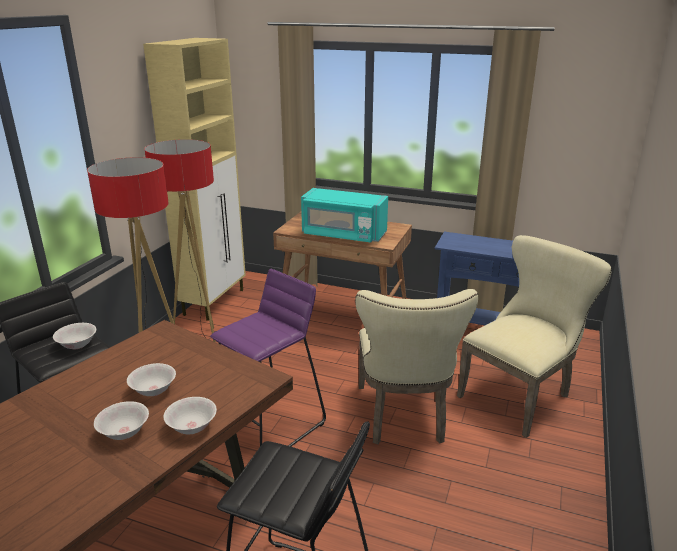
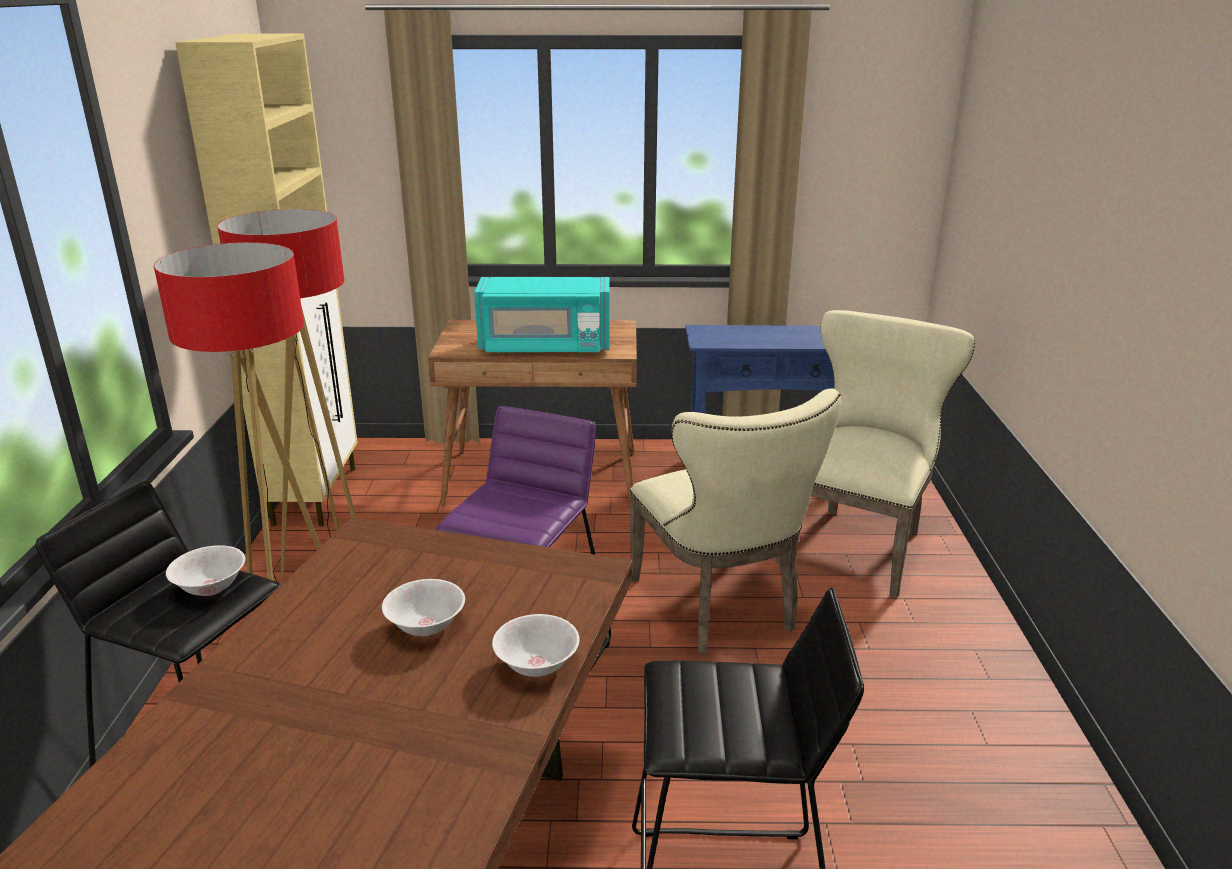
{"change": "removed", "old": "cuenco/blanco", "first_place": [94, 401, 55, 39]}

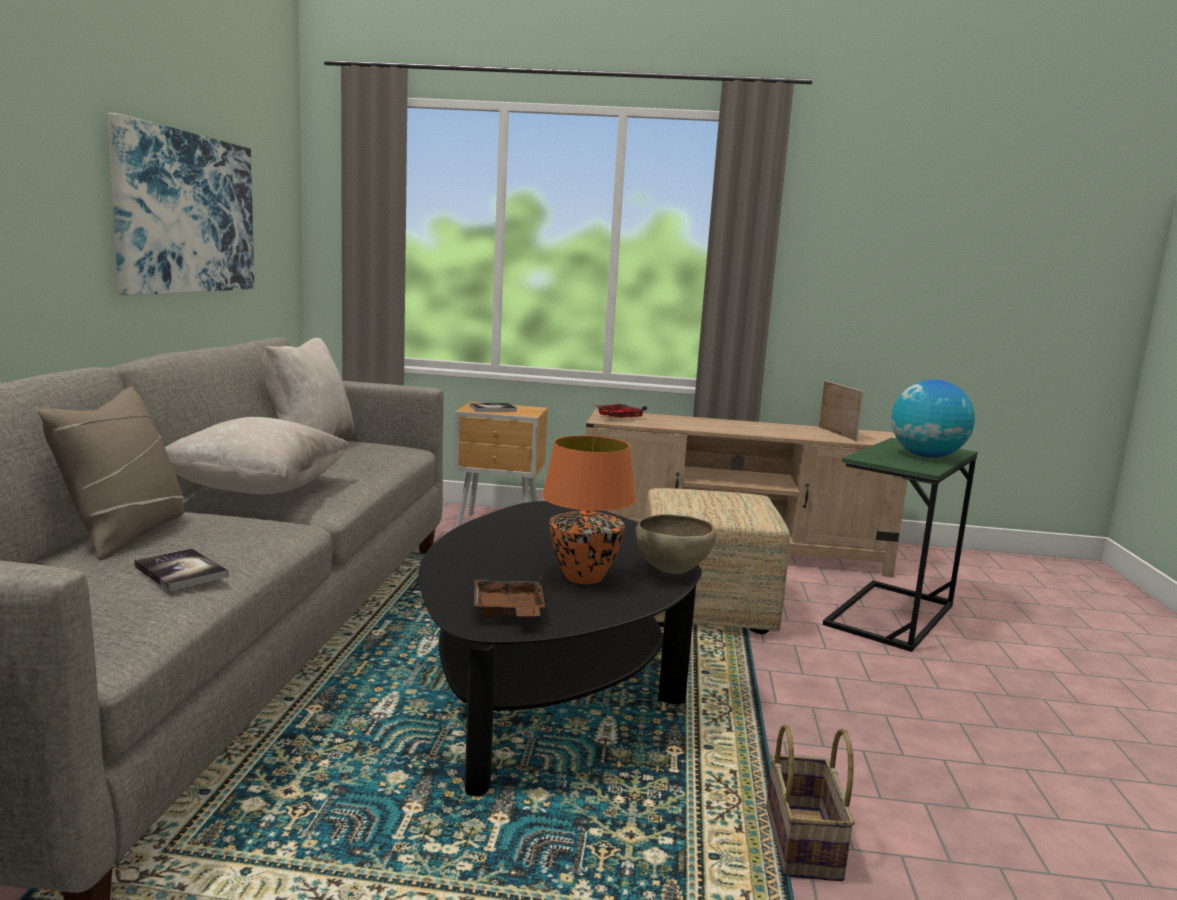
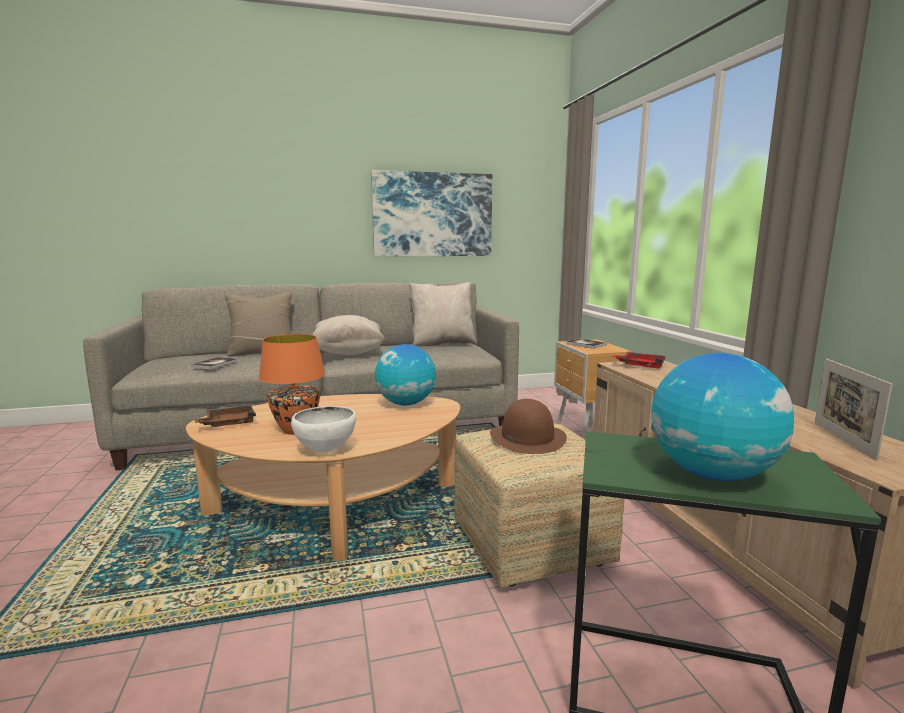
{"change": "removed", "old": "cesta", "first_place": [766, 724, 89, 157]}
{"change": "added", "new": "globo terráqueo", "second_place": [375, 344, 61, 61]}
{"change": "added", "new": "sombrero/marrón", "second_place": [490, 399, 77, 55]}
{"change": "recoloured", "old": "mesa de centro/negro", "new": "mesa de centro/beis", "first_place": [418, 501, 284, 296], "second_place": [186, 394, 274, 167]}
{"change": "recoloured", "old": "cuenco/marrón", "new": "cuenco/blanco", "first_place": [635, 514, 81, 60], "second_place": [291, 406, 65, 47]}
{"change": "turned", "old": "portarretratos", "first_place": [819, 380, 45, 61], "second_place": [815, 359, 78, 101], "degrees": 135}

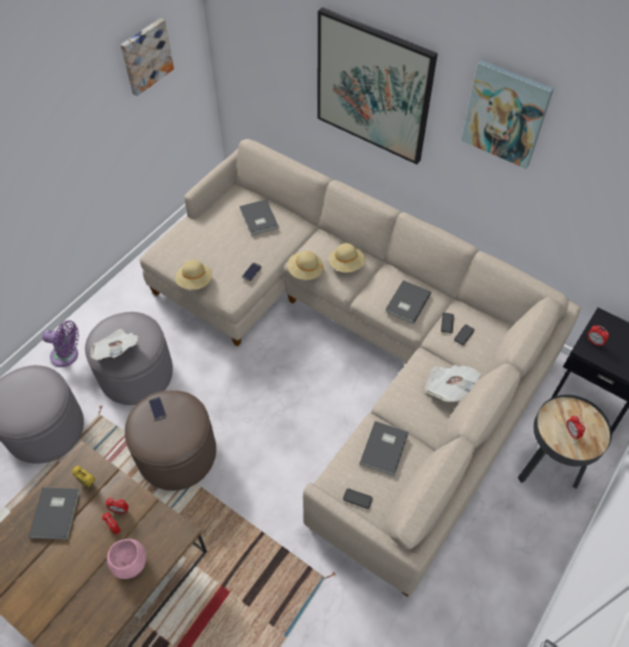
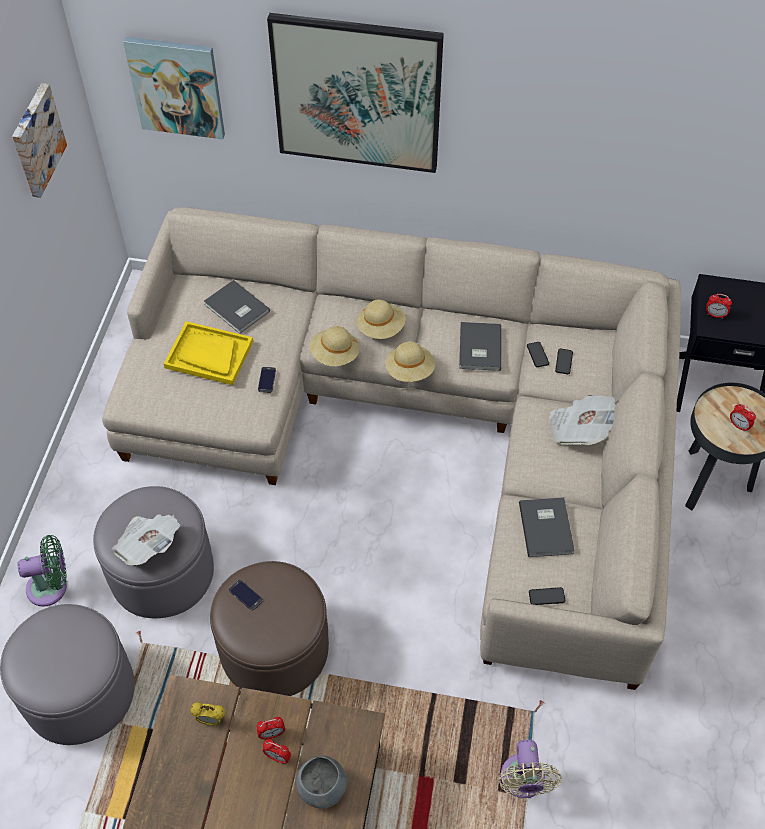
{"change": "removed", "old": "libro/gris", "first_place": [29, 487, 51, 53]}
{"change": "added", "new": "bandeja/amarillo", "second_place": [164, 321, 89, 64]}
{"change": "added", "new": "ventilador/beis", "second_place": [499, 740, 62, 58]}
{"change": "moved", "old": "sombrero/beis", "first_place": [175, 260, 37, 30], "second_place": [385, 341, 50, 41]}
{"change": "moved", "old": "cuadro", "first_place": [461, 60, 93, 109], "second_place": [123, 37, 102, 102]}
{"change": "recoloured", "old": "ventilador/morado", "new": "ventilador/verde", "first_place": [42, 321, 37, 46], "second_place": [18, 535, 49, 72]}
{"change": "recoloured", "old": "cuenco/rosa", "new": "cuenco/gris", "first_place": [107, 539, 39, 40], "second_place": [296, 756, 51, 53]}

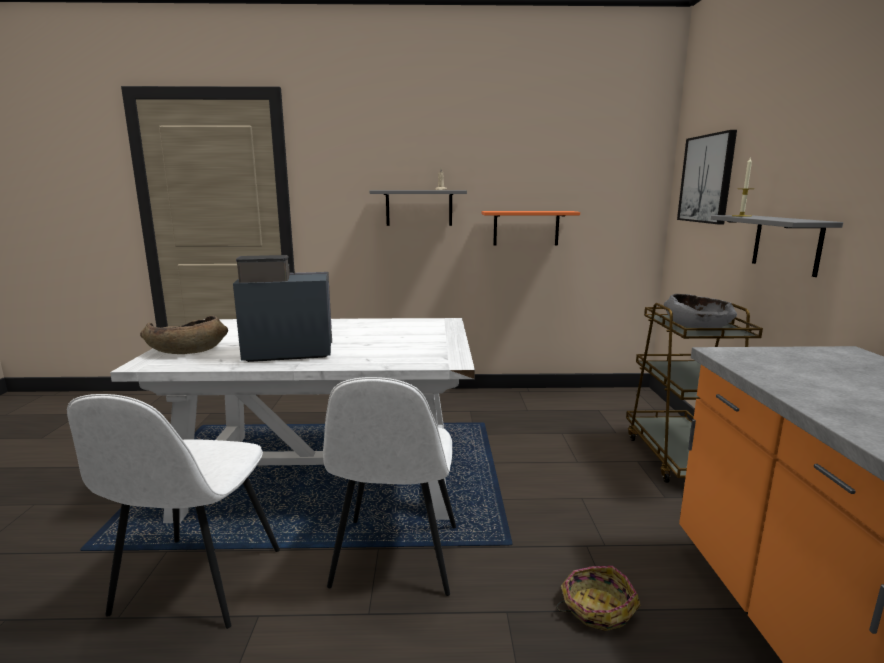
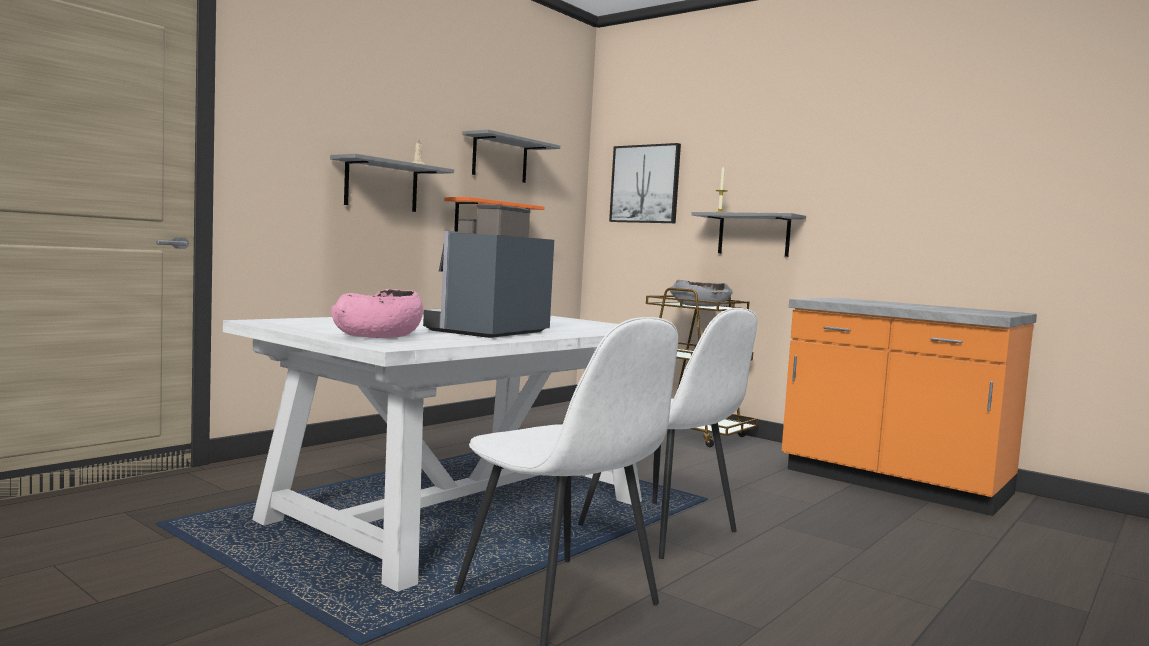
{"change": "removed", "old": "cesta", "first_place": [556, 566, 84, 65]}
{"change": "added", "new": "estante/gris", "second_place": [462, 129, 98, 54]}
{"change": "recoloured", "old": "cuenco/marrón", "new": "cuenco/rosa", "first_place": [140, 315, 88, 39], "second_place": [331, 289, 92, 49]}

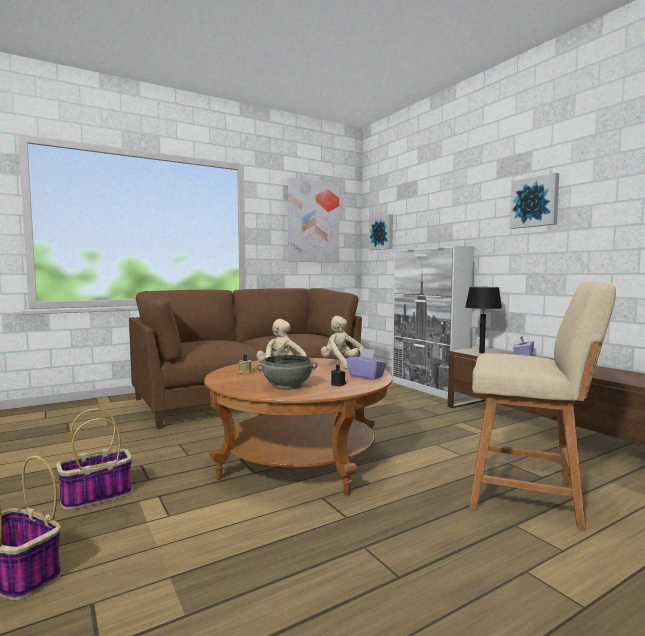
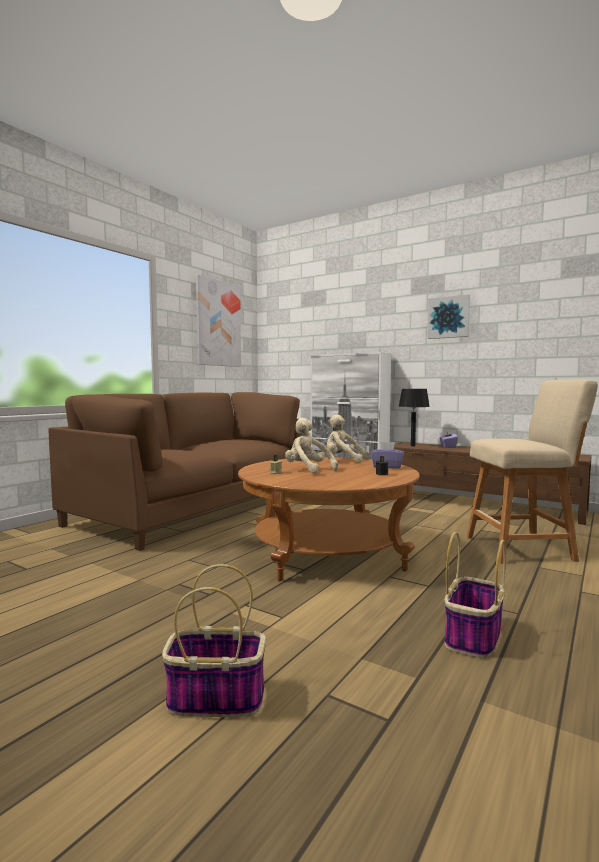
{"change": "removed", "old": "cuenco/gris", "first_place": [257, 355, 60, 35]}
{"change": "removed", "old": "cuadro", "first_place": [369, 214, 24, 36]}
{"change": "moved", "old": "cesta", "first_place": [56, 409, 76, 101], "second_place": [445, 532, 61, 126]}

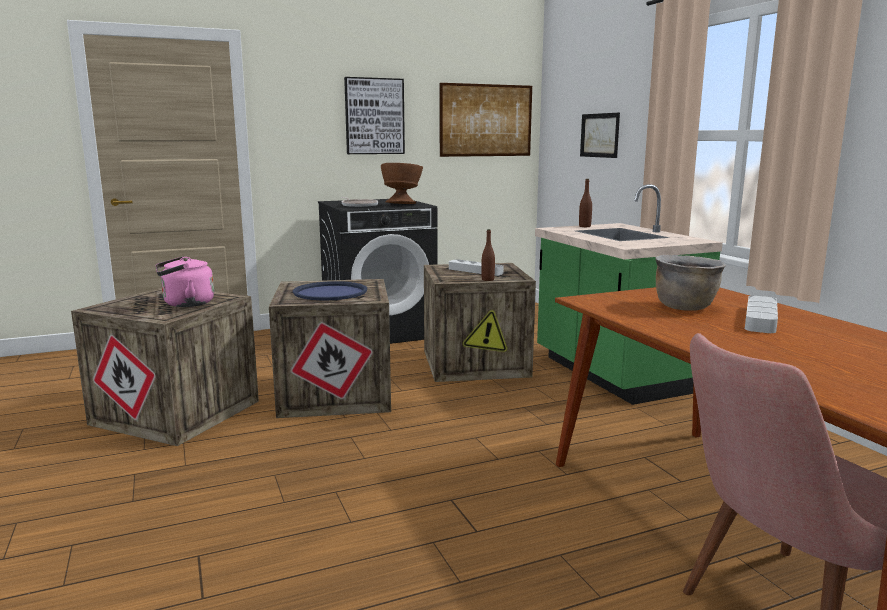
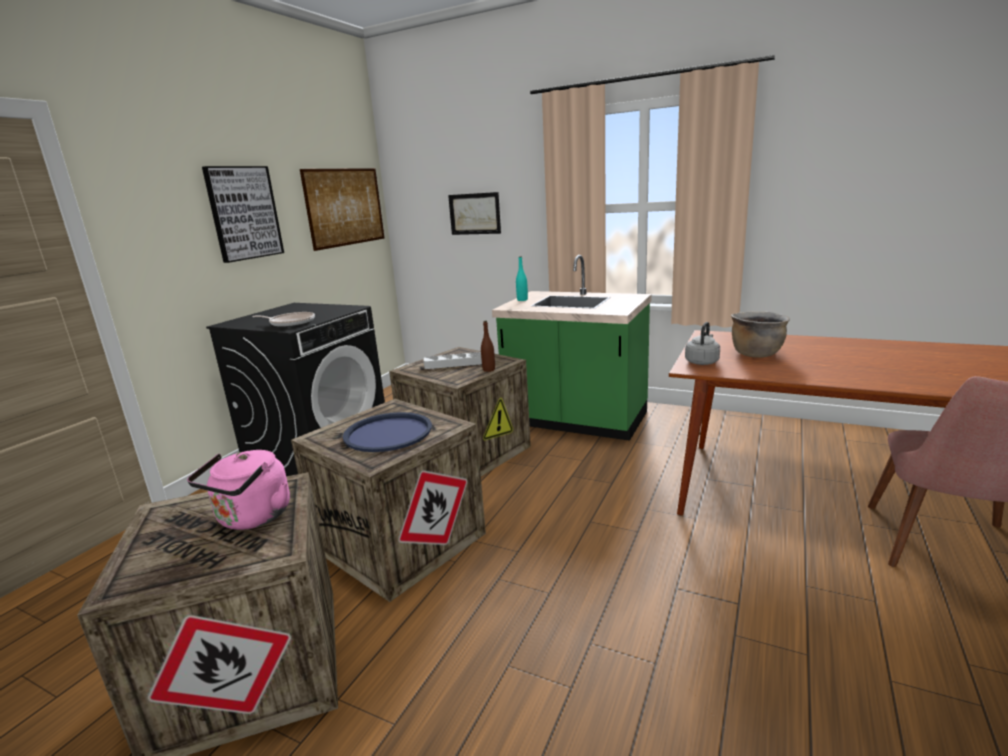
{"change": "removed", "old": "cuenco/marrón", "first_place": [381, 163, 42, 41]}
{"change": "removed", "old": "bandeja/gris", "first_place": [745, 296, 33, 37]}
{"change": "added", "new": "hervidor/gris", "second_place": [685, 322, 35, 43]}
{"change": "recoloured", "old": "botella/marrón", "new": "botella/turquesa", "first_place": [579, 179, 13, 48], "second_place": [516, 256, 12, 45]}

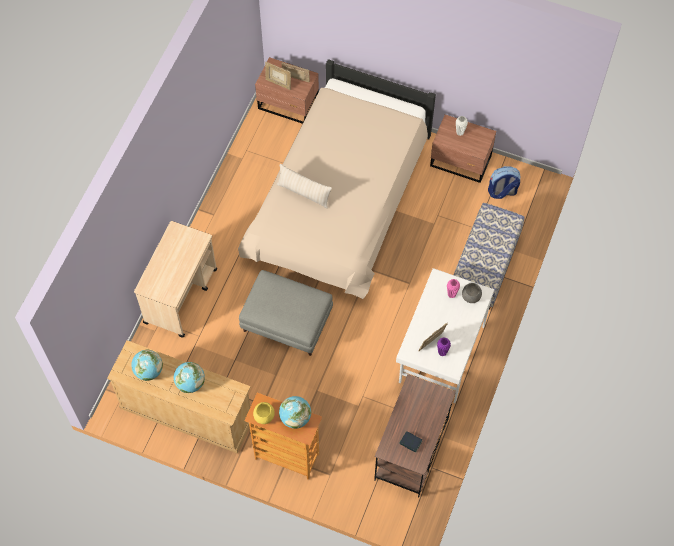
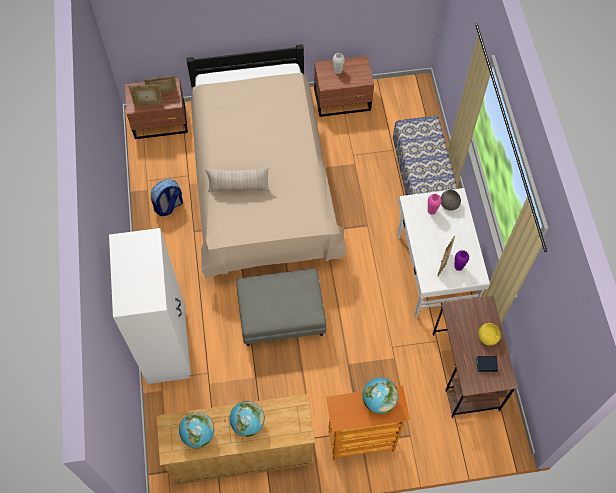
{"change": "moved", "old": "cuenco/amarillo", "first_place": [253, 402, 22, 22], "second_place": [478, 323, 23, 23]}
{"change": "moved", "old": "mochila", "first_place": [488, 166, 32, 33], "second_place": [151, 179, 32, 38]}
{"change": "replaced", "old": "carrito/beis", "new": "armario ropero/blanco", "first_place": [134, 221, 83, 117], "second_place": [109, 228, 82, 156]}

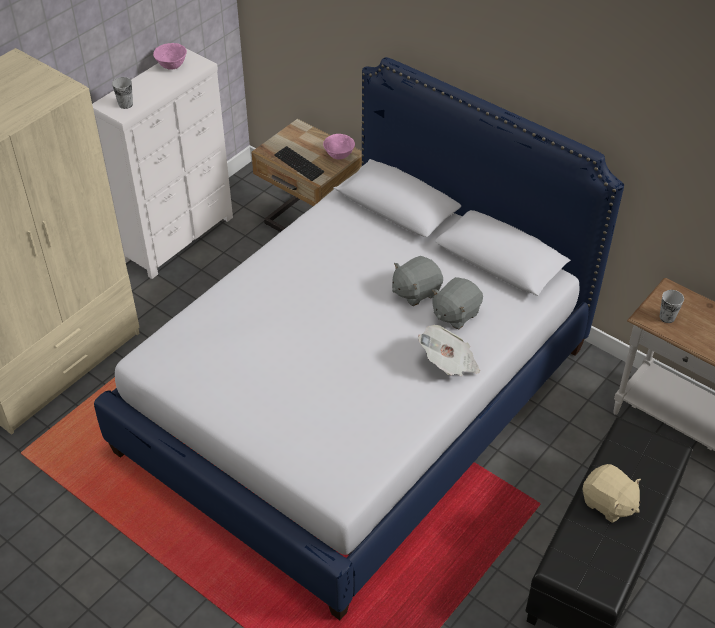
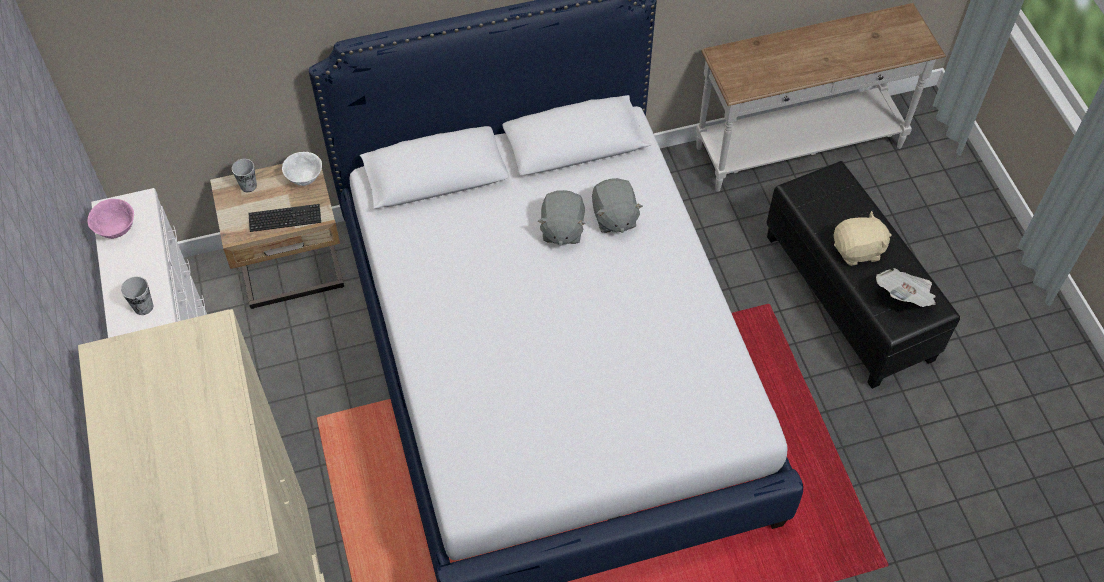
{"change": "moved", "old": "periódico", "first_place": [418, 325, 62, 51], "second_place": [876, 268, 60, 39]}
{"change": "moved", "old": "taza", "first_place": [659, 290, 25, 33], "second_place": [232, 159, 25, 33]}
{"change": "recoloured", "old": "cuenco/rosa", "new": "cuenco/blanco", "first_place": [323, 134, 32, 25], "second_place": [282, 152, 40, 34]}

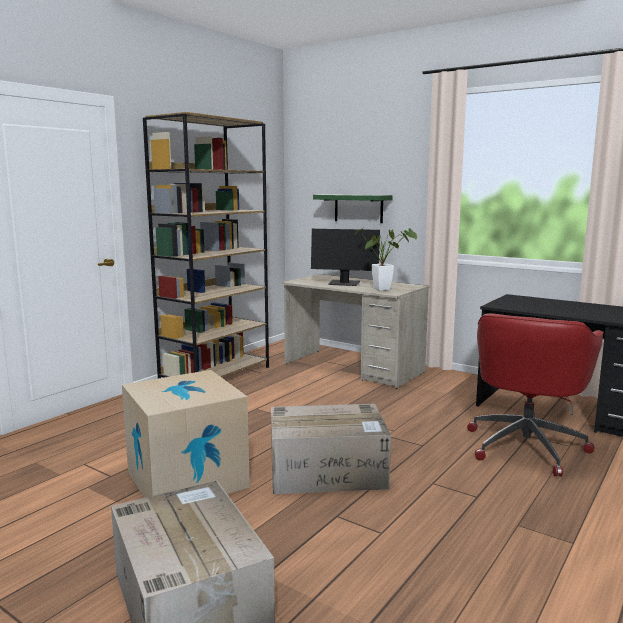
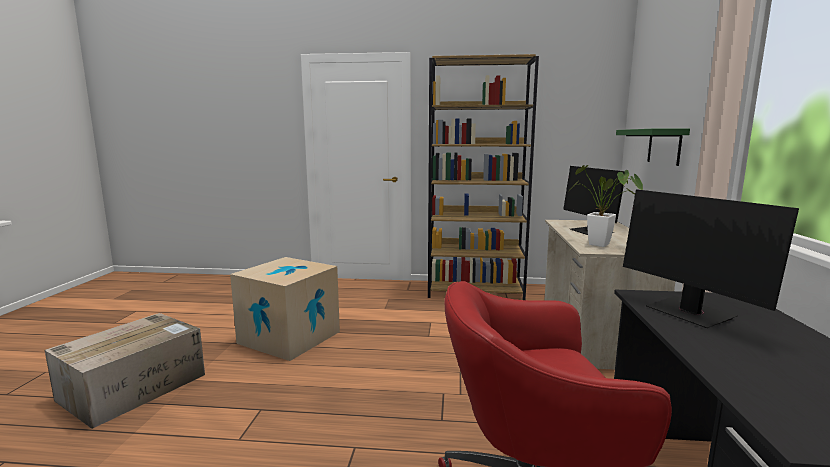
{"change": "removed", "old": "caja de cartón", "first_place": [271, 404, 120, 90]}
{"change": "added", "new": "monitor", "second_place": [623, 189, 176, 139]}

